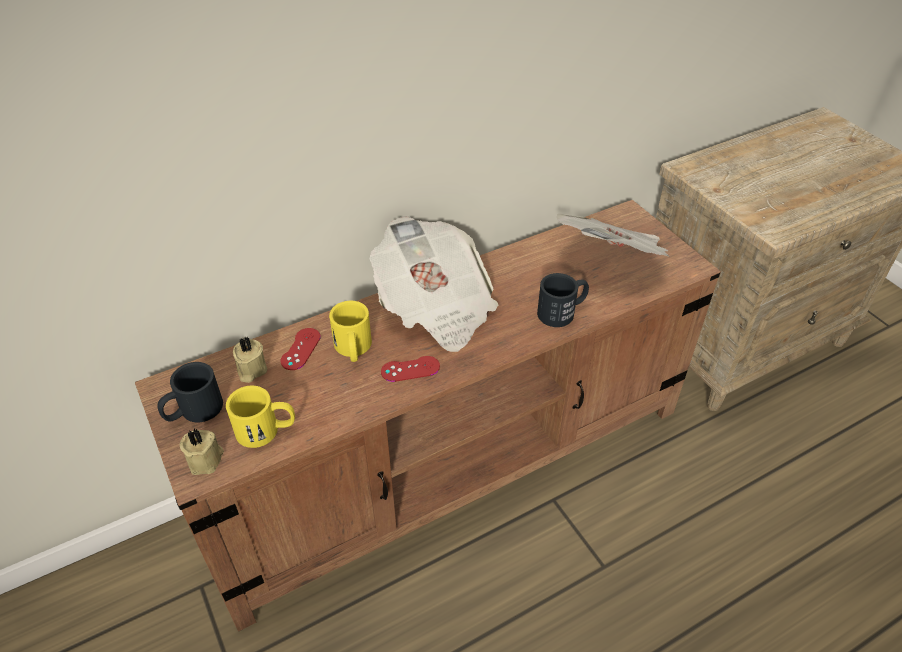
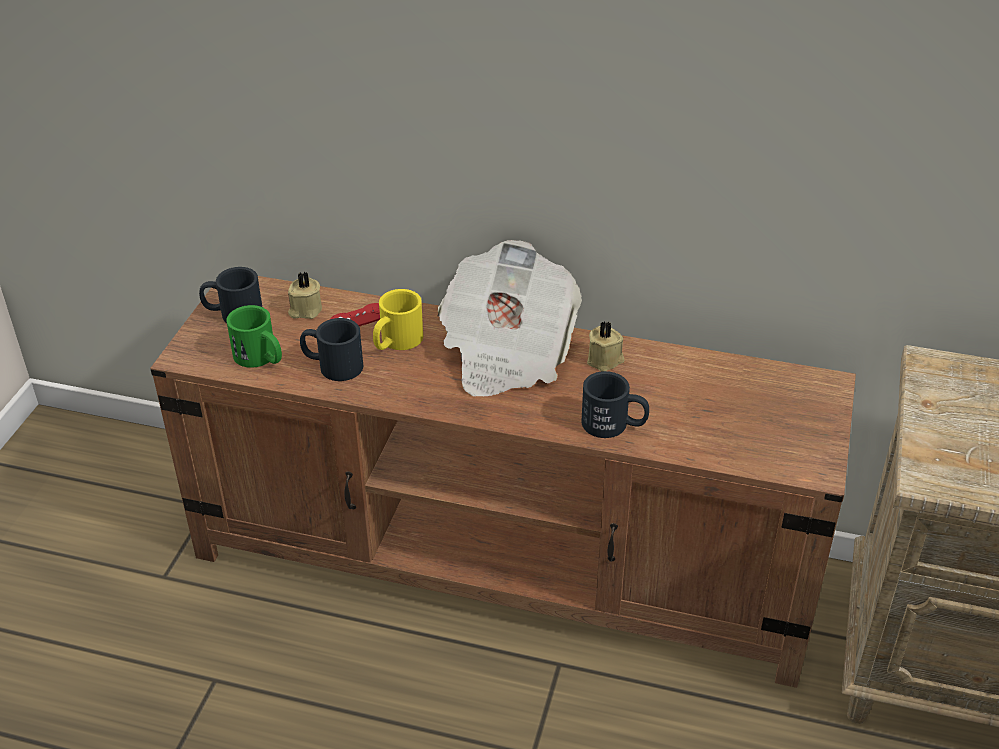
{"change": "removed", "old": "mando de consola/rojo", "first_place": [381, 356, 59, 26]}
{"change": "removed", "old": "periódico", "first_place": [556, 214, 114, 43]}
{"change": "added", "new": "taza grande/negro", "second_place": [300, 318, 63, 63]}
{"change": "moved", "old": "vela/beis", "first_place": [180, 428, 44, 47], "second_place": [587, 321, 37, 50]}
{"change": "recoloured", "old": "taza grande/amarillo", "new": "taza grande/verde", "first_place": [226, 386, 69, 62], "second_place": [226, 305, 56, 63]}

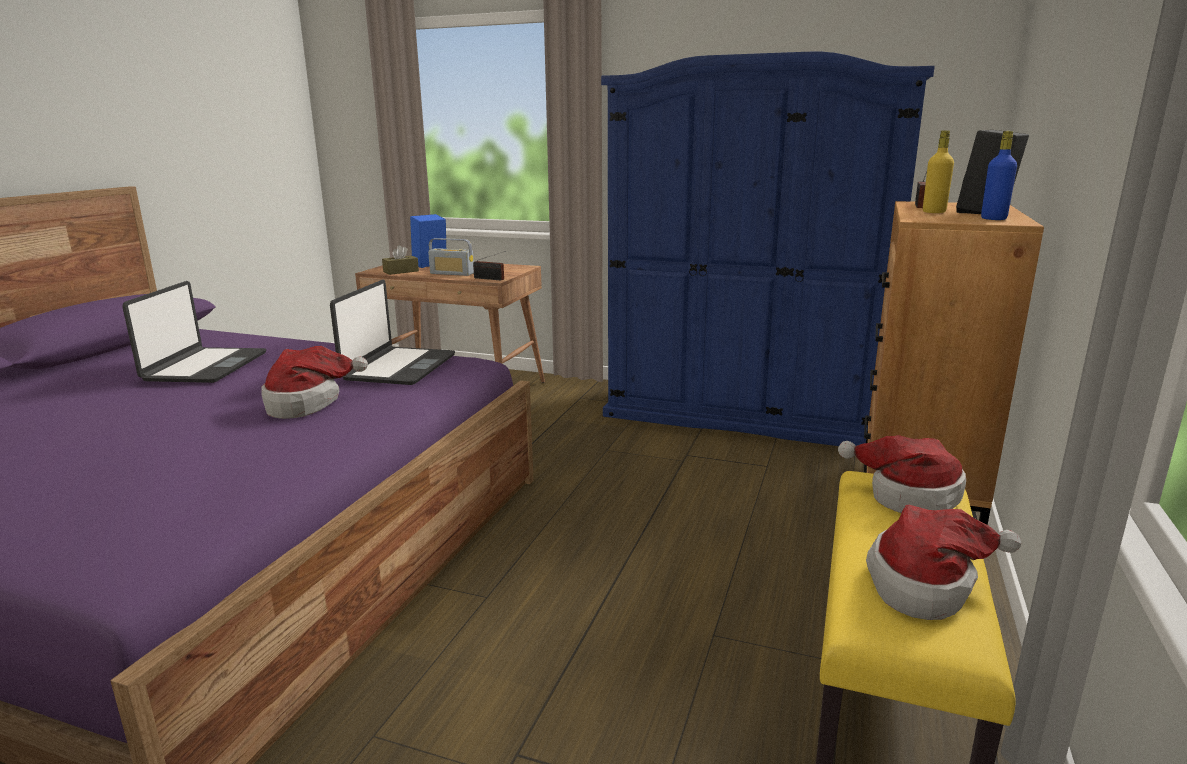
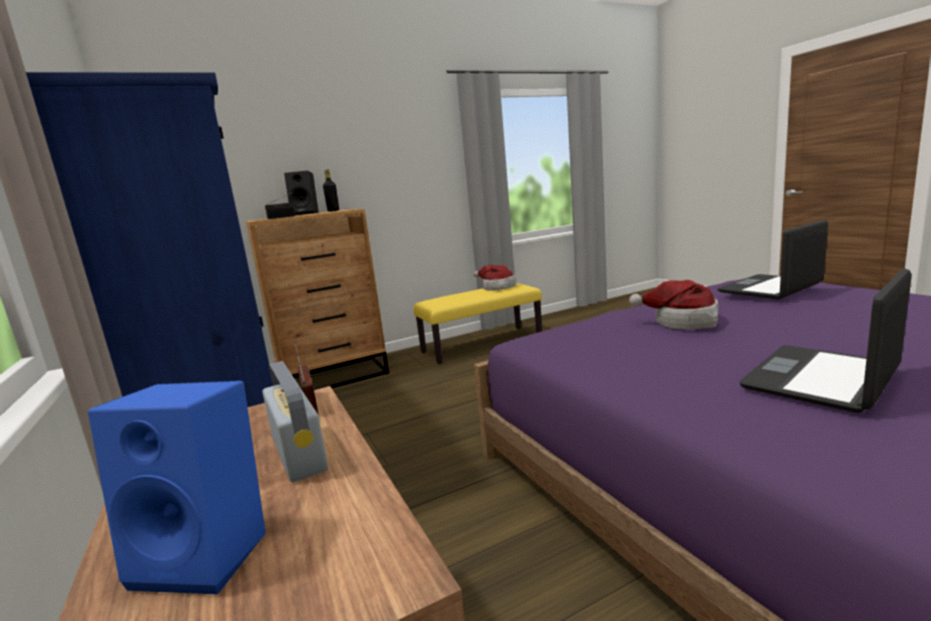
{"change": "removed", "old": "caja de pañuelos/marrón", "first_place": [382, 245, 37, 30]}
{"change": "removed", "old": "sombrero", "first_place": [838, 435, 128, 78]}
{"change": "removed", "old": "botella/amarillo", "first_place": [923, 130, 31, 83]}
{"change": "moved", "old": "portátil", "first_place": [330, 280, 125, 105], "second_place": [718, 220, 110, 80]}
{"change": "recoloured", "old": "botella/azul", "new": "botella/negro", "first_place": [981, 131, 36, 89], "second_place": [323, 169, 16, 43]}

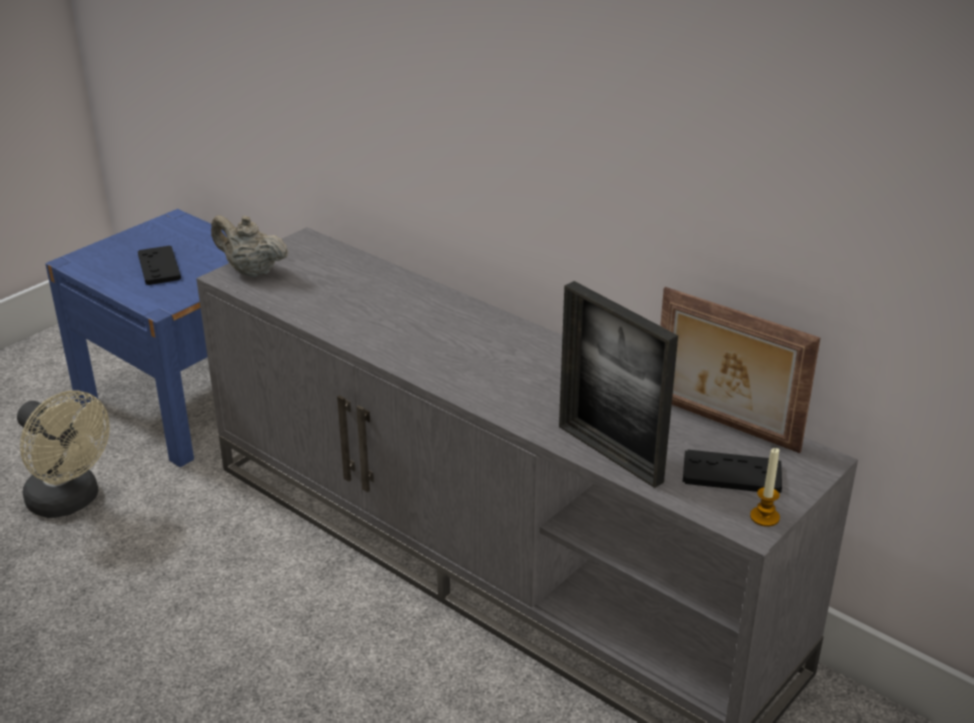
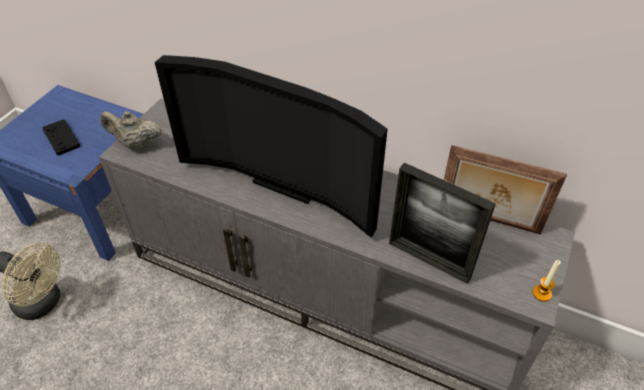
{"change": "removed", "old": "mando de consola/negro", "first_place": [683, 450, 99, 43]}
{"change": "added", "new": "televisor", "second_place": [155, 55, 233, 183]}

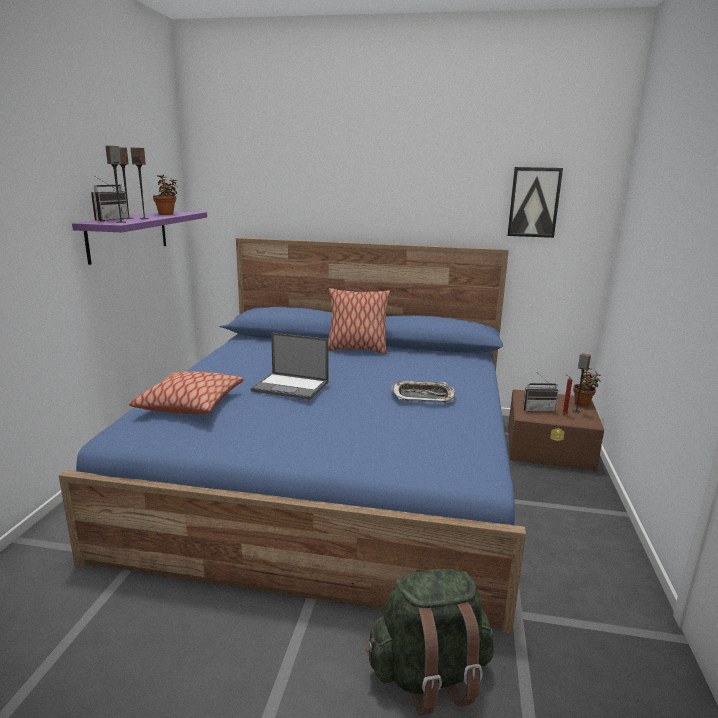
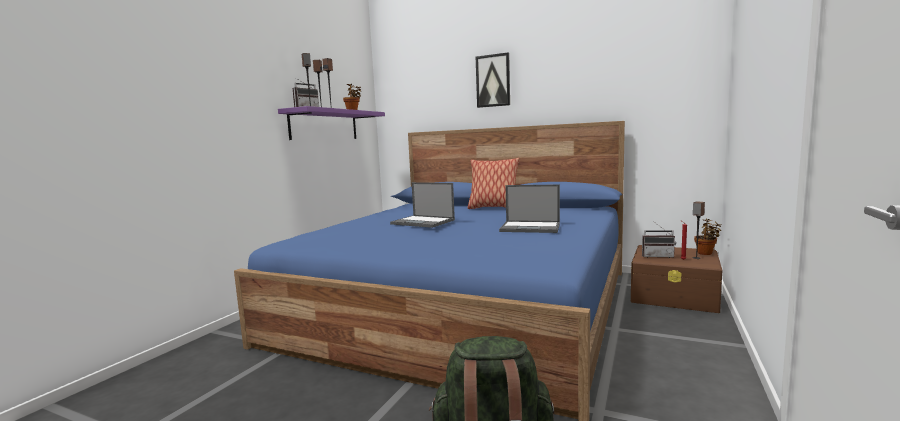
{"change": "removed", "old": "cojín", "first_place": [129, 371, 115, 43]}
{"change": "moved", "old": "cuadro", "first_place": [507, 167, 56, 71], "second_place": [476, 52, 34, 56]}
{"change": "replaced", "old": "bandeja", "new": "portátil", "first_place": [391, 381, 64, 22], "second_place": [499, 184, 61, 49]}

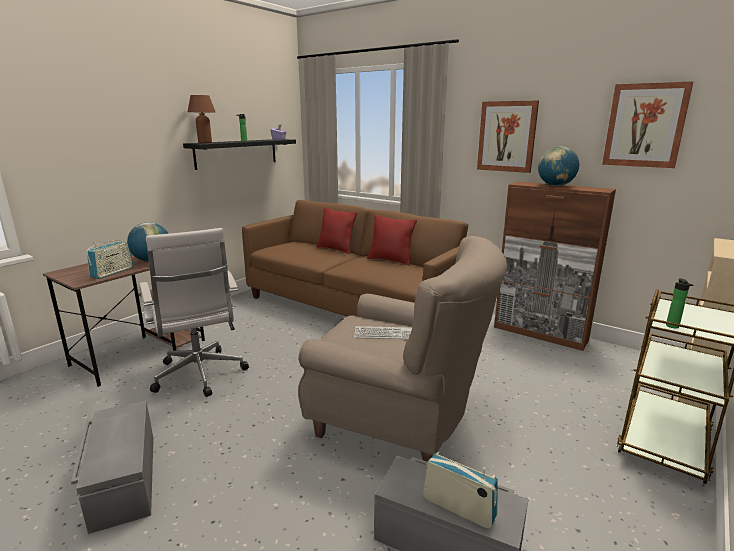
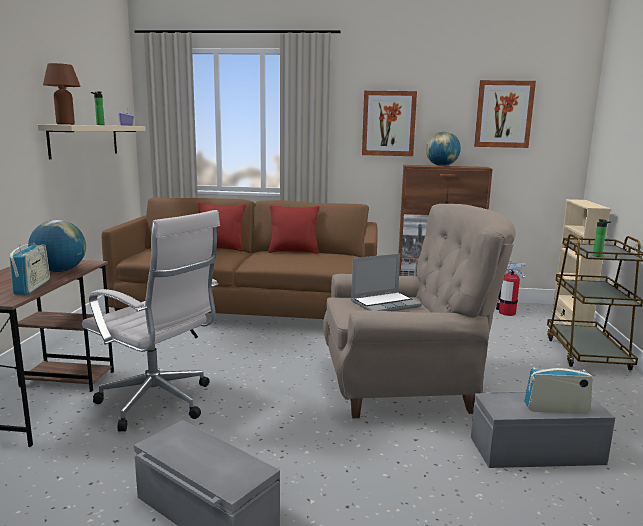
{"change": "added", "new": "extintor", "second_place": [496, 261, 30, 55]}
{"change": "replaced", "old": "teclado", "new": "portátil", "first_place": [354, 326, 58, 13], "second_place": [351, 253, 71, 58]}
{"change": "recoloured", "old": "estante/negro", "new": "estante/beis", "first_place": [183, 139, 113, 31], "second_place": [38, 124, 108, 35]}

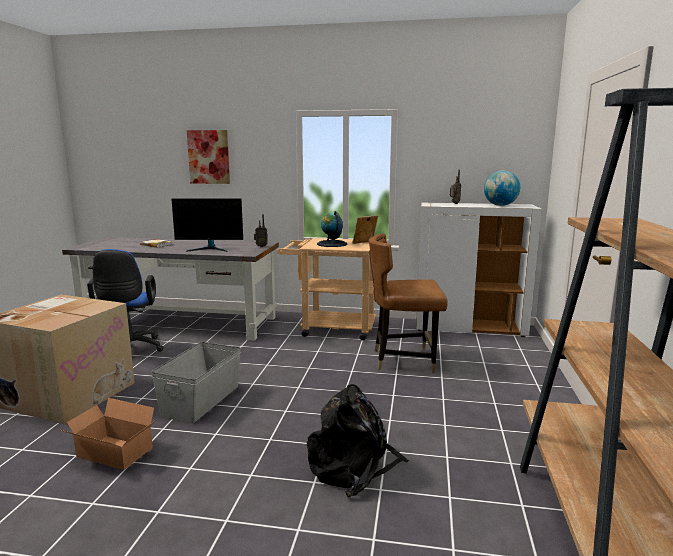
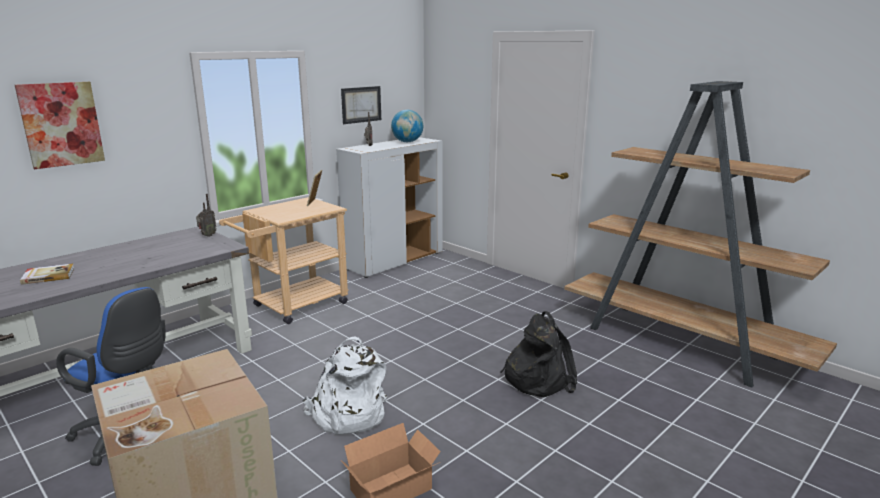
{"change": "removed", "old": "monitor", "first_place": [171, 199, 72, 53]}
{"change": "removed", "old": "globo terráqueo", "first_place": [317, 211, 30, 36]}
{"change": "removed", "old": "silla/marrón", "first_place": [369, 234, 79, 139]}
{"change": "added", "new": "cuadro", "second_place": [341, 86, 40, 38]}
{"change": "replaced", "old": "caja de almacenaje/gris", "new": "mochila/blanco", "first_place": [151, 342, 90, 81], "second_place": [303, 336, 84, 99]}

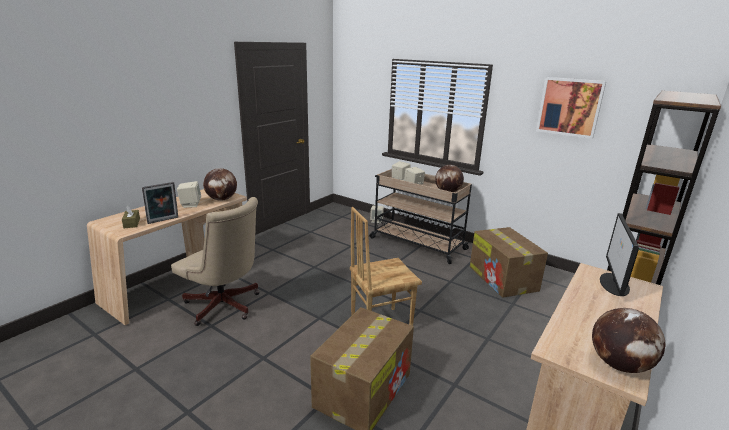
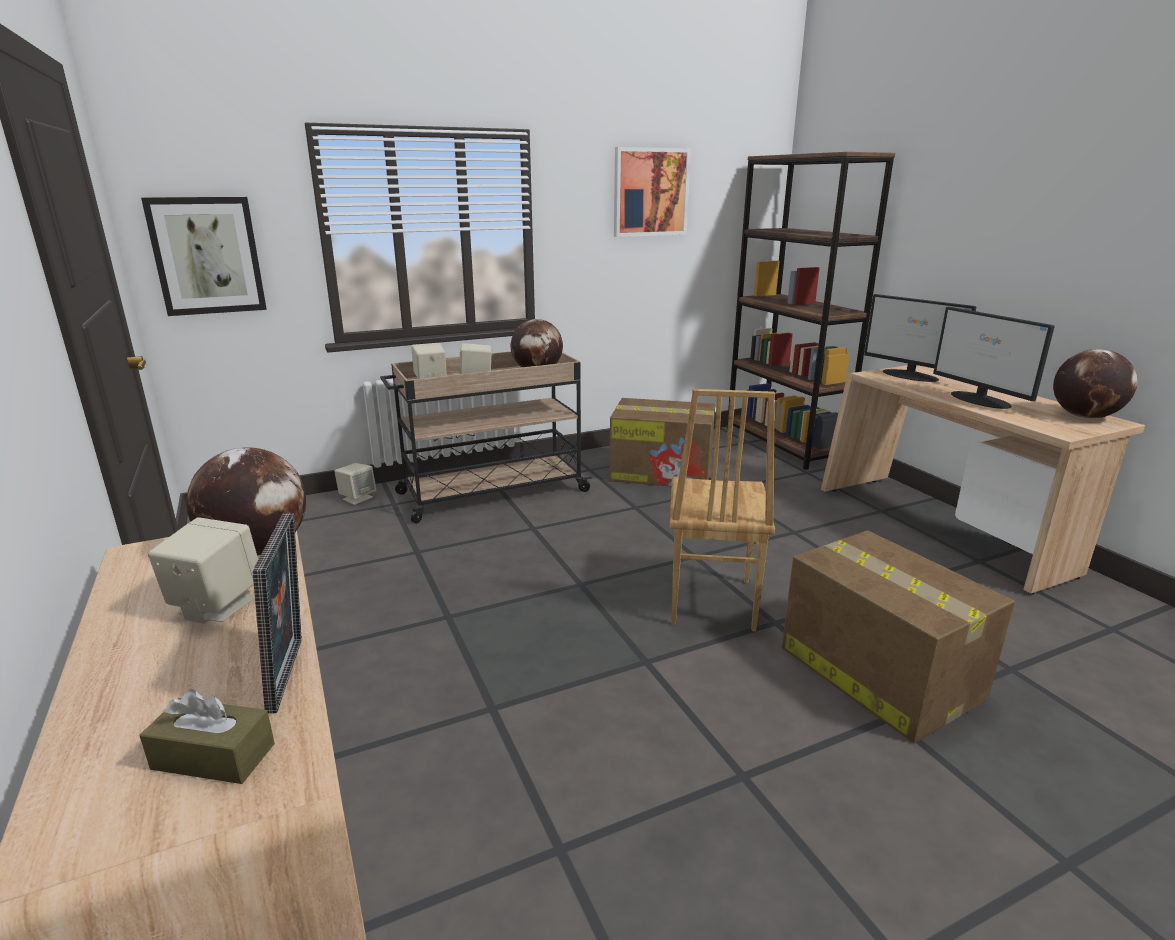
{"change": "removed", "old": "silla de oficina/beis", "first_place": [171, 197, 89, 129]}
{"change": "added", "new": "cuadro", "second_place": [141, 197, 126, 119]}
{"change": "added", "new": "monitor", "second_place": [933, 307, 122, 102]}

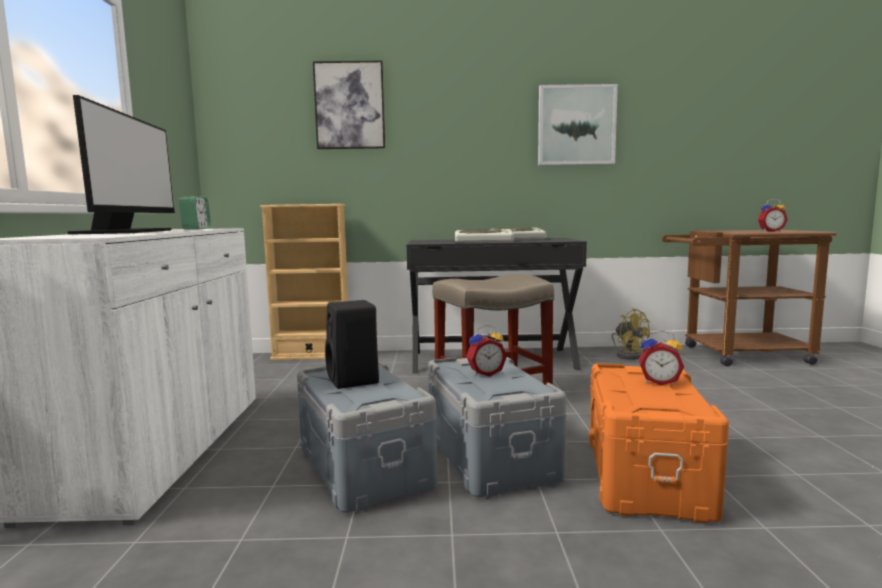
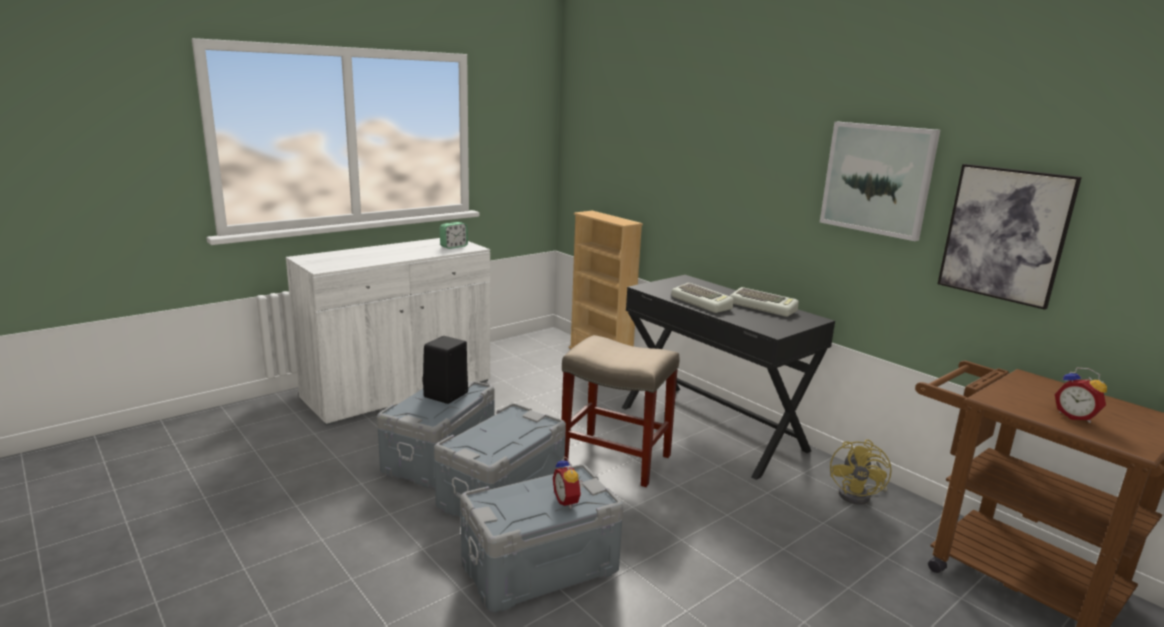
{"change": "removed", "old": "monitor", "first_place": [68, 95, 107, 140]}
{"change": "removed", "old": "despertador", "first_place": [466, 325, 41, 52]}
{"change": "moved", "old": "cuadro", "first_place": [313, 61, 72, 88], "second_place": [938, 164, 144, 146]}
{"change": "recoloured", "old": "caja de almacenaje/naranja", "new": "caja de almacenaje/gris", "first_place": [589, 363, 140, 160], "second_place": [460, 464, 163, 148]}

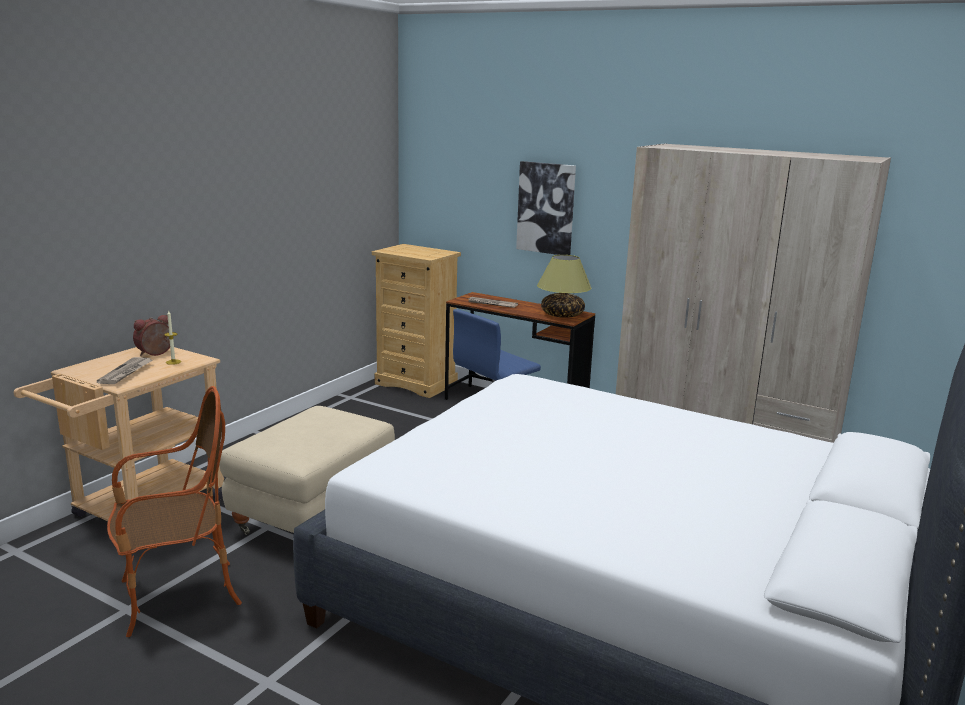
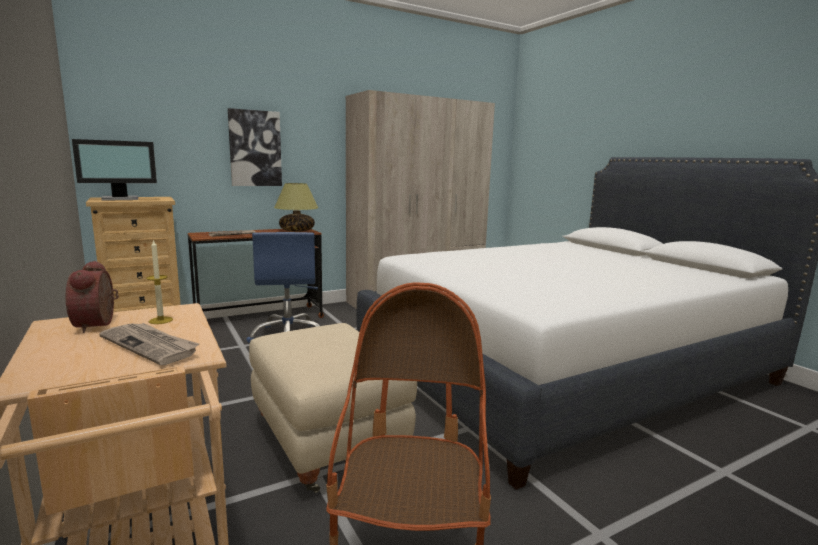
{"change": "added", "new": "monitor", "second_place": [72, 139, 85, 62]}

